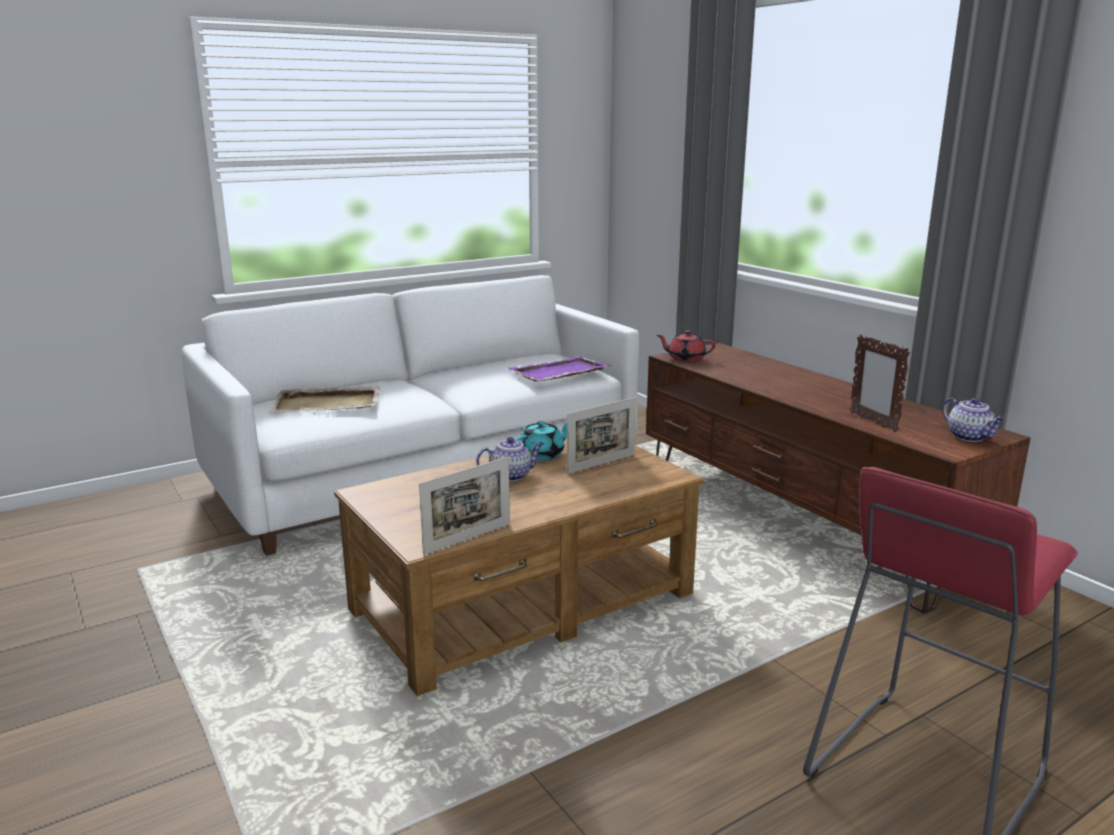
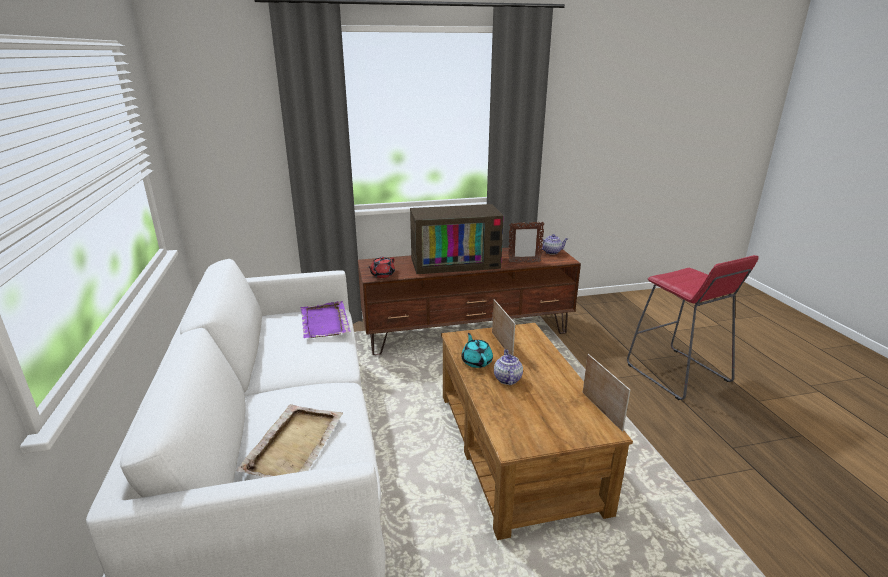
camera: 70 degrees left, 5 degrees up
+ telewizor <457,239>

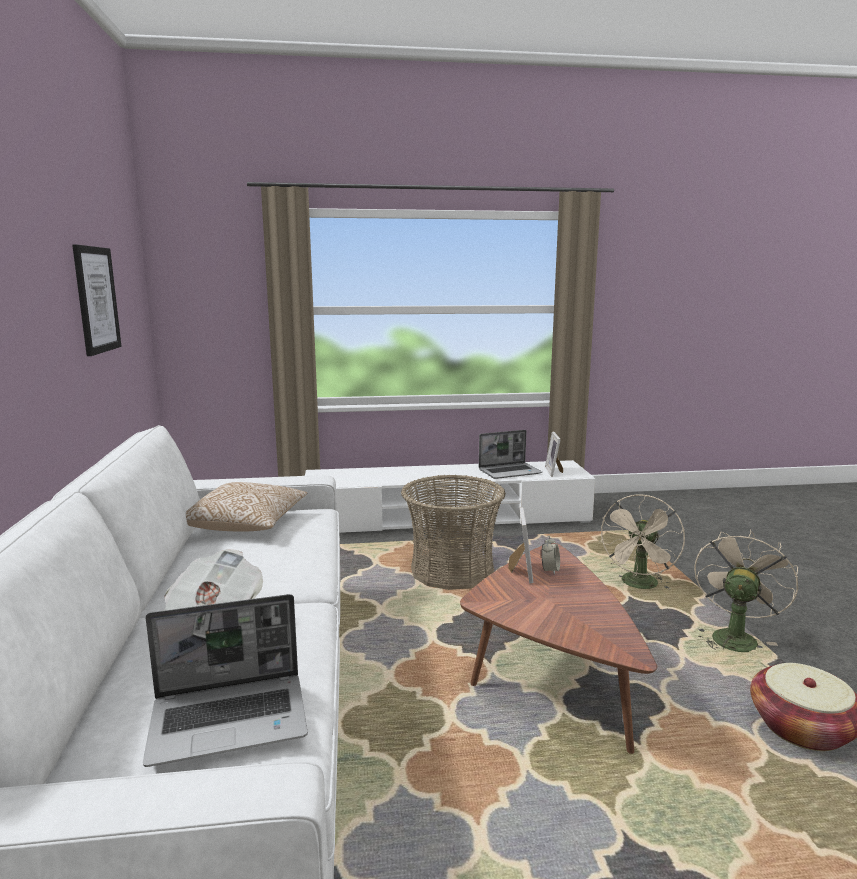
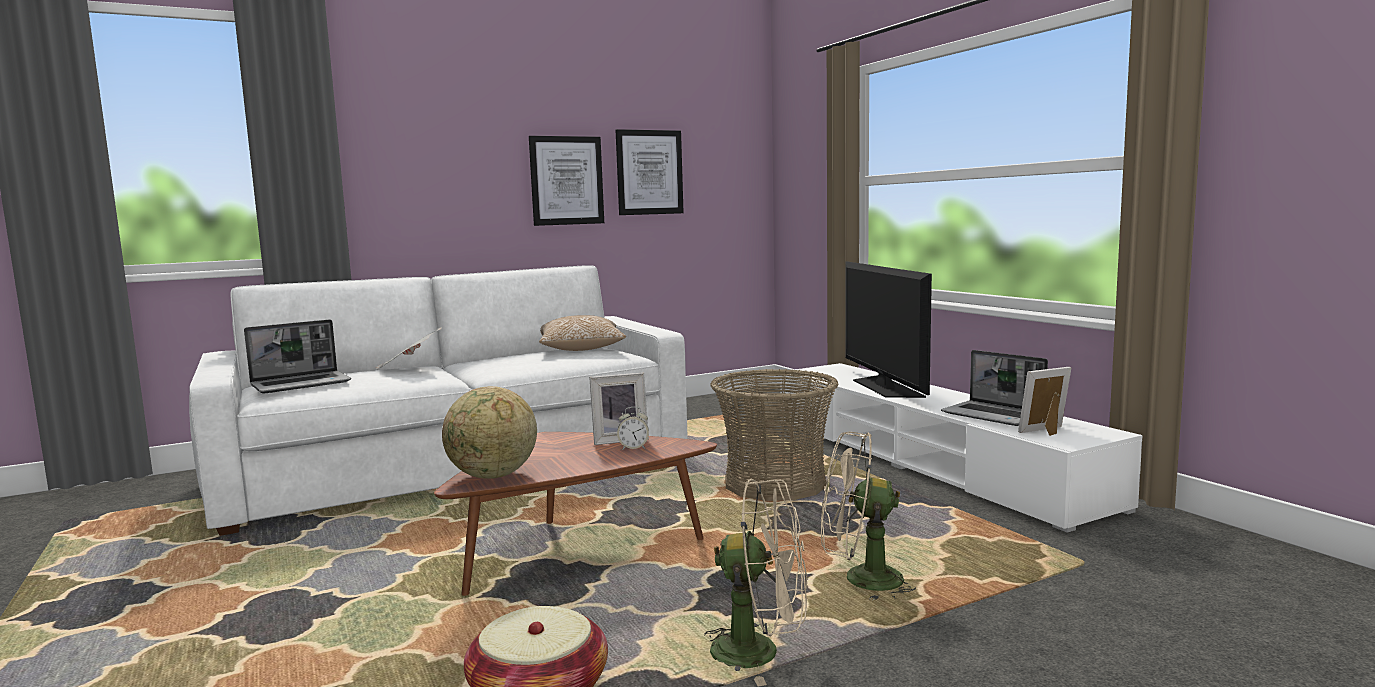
camera: 70 degrees right, 5 degrees down
~ laptop <225,680> = <297,356> 90 degrees counterclockwise
+ globus <489,432>
+ obraz <566,181>
+ telewizor <888,329>

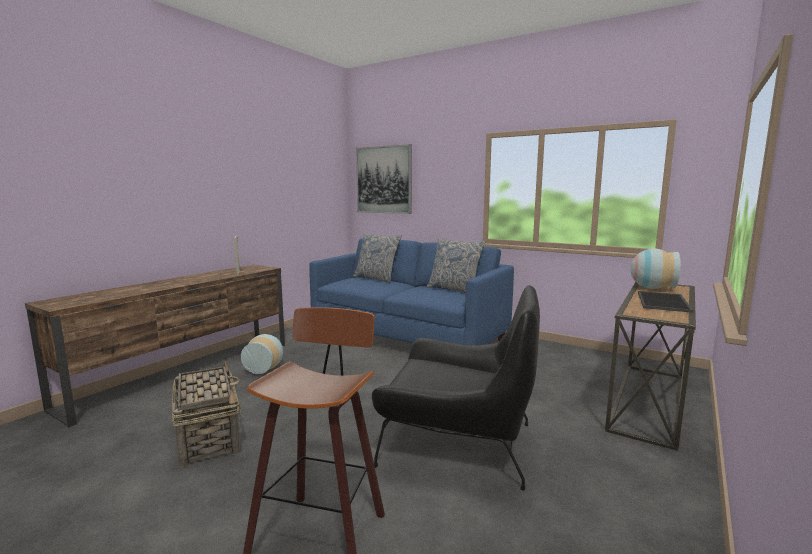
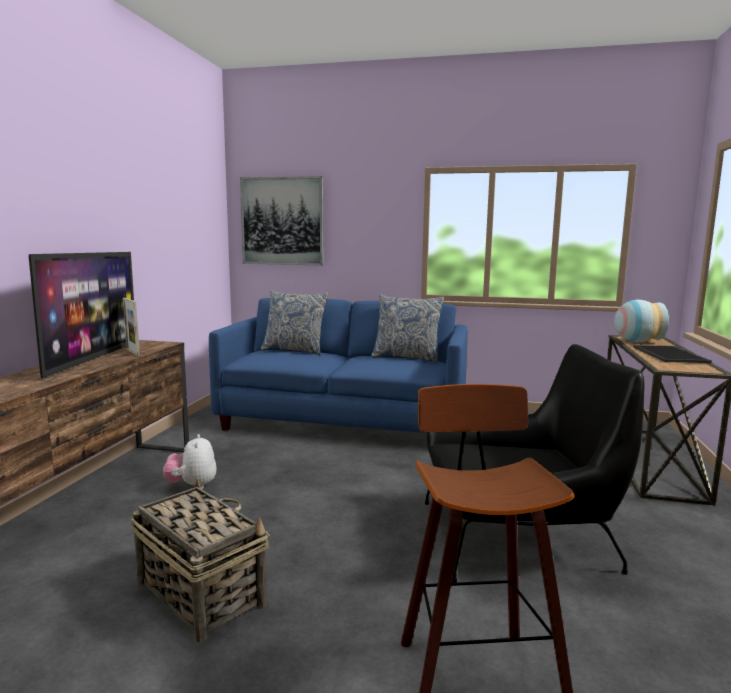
camera: 20 degrees left, 0 degrees up
+ telewizor <81,315>
~ wazon <262,354> to pluszak <189,461>

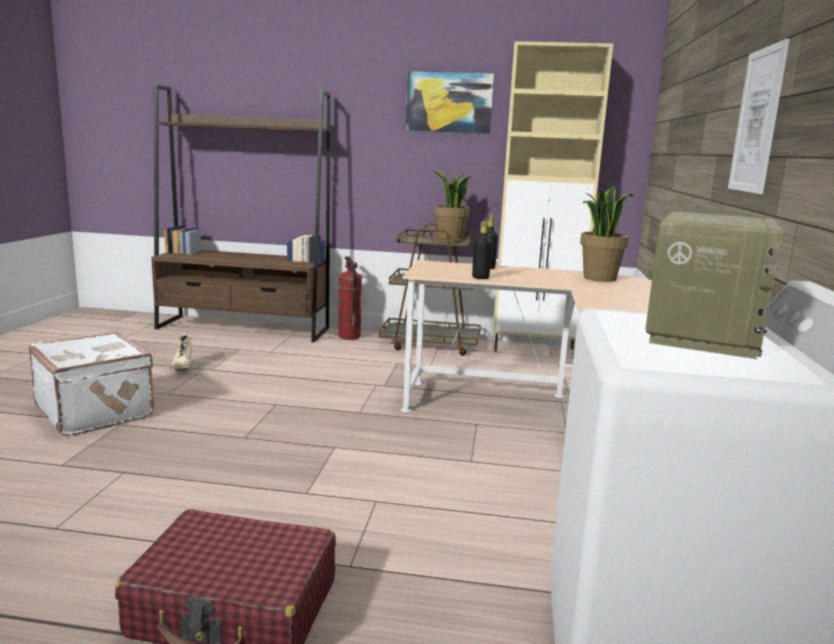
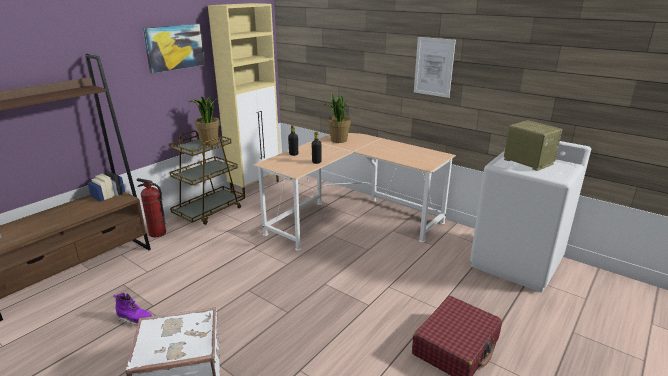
camera: 60 degrees left, 10 degrees up
~ but z cholewką/beżowy <183,352> to but z cholewką/fioletowy <132,309>

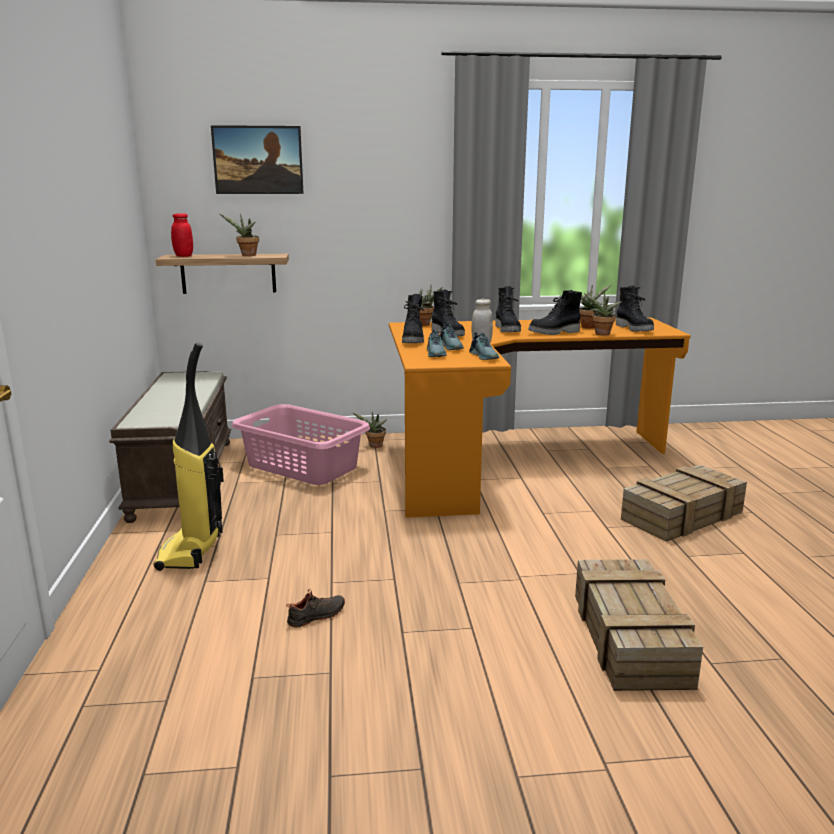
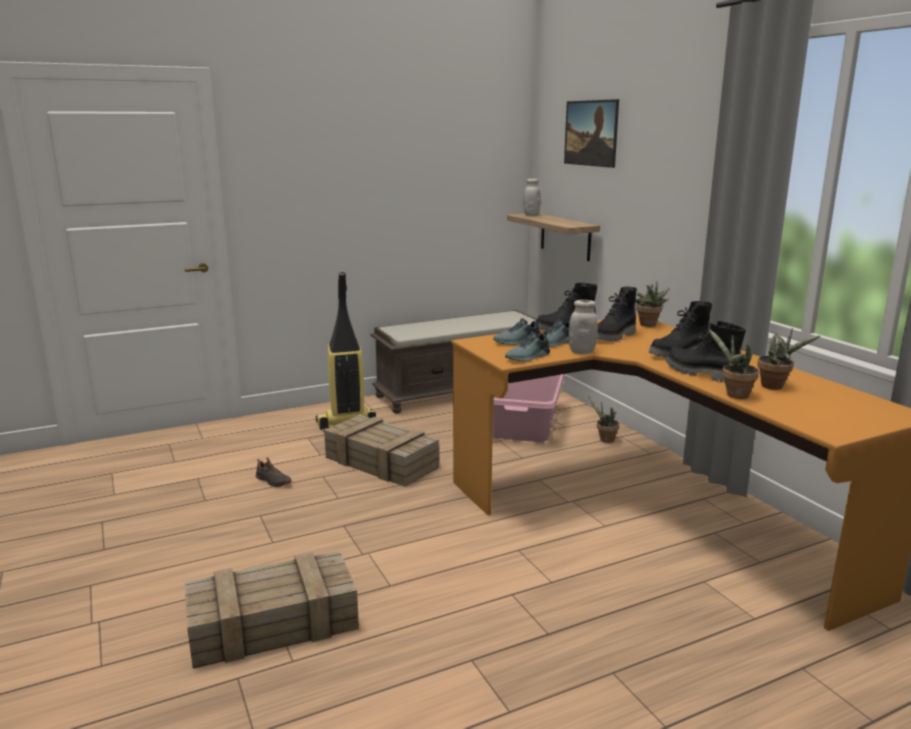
camera: 70 degrees right, 0 degrees up
~ skrzynka <684,503> to <381,451>
~ słoik/czerwony <182,235> to słoik/biały <532,197>
- roślina doniczkowa <239,234>
- but z cholewką/czarny <635,308>

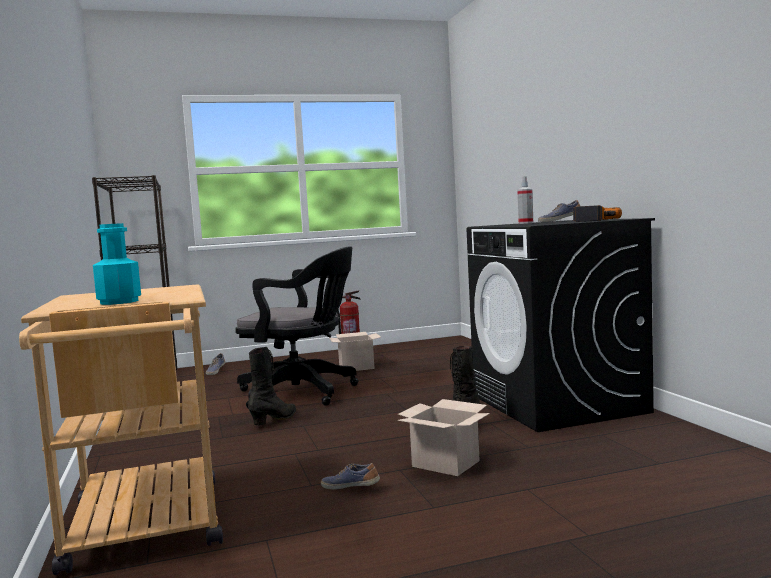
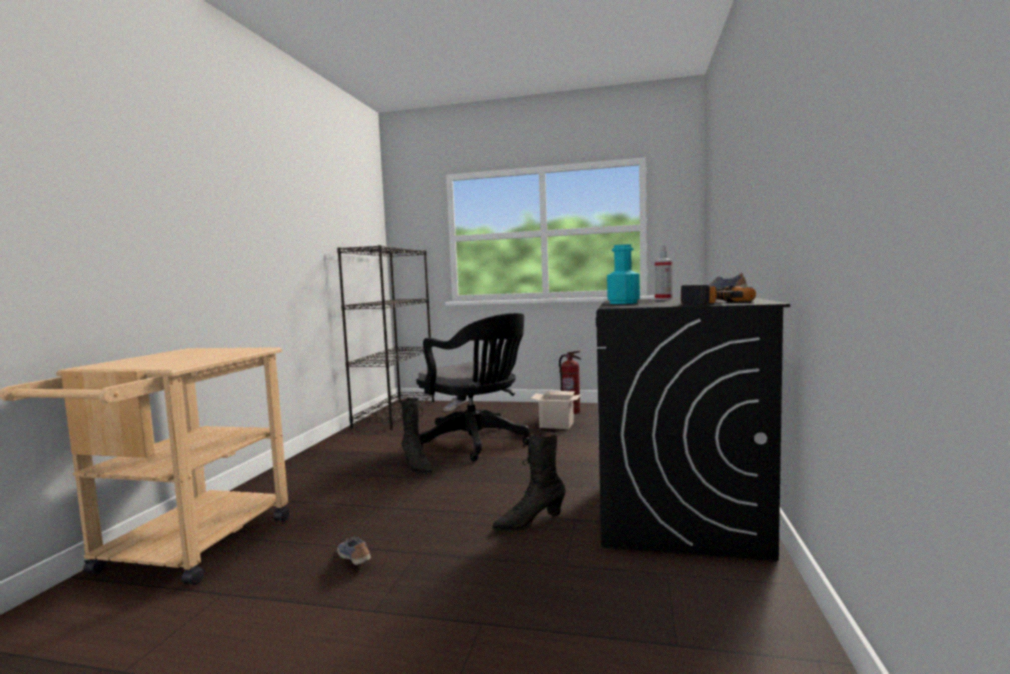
camera: 30 degrees right, 0 degrees up
~ but z cholewką/czarny <272,386> = <417,436> 90 degrees clockwise
~ butelka/turkusowy <117,264> to <623,274>
- karton <443,437>

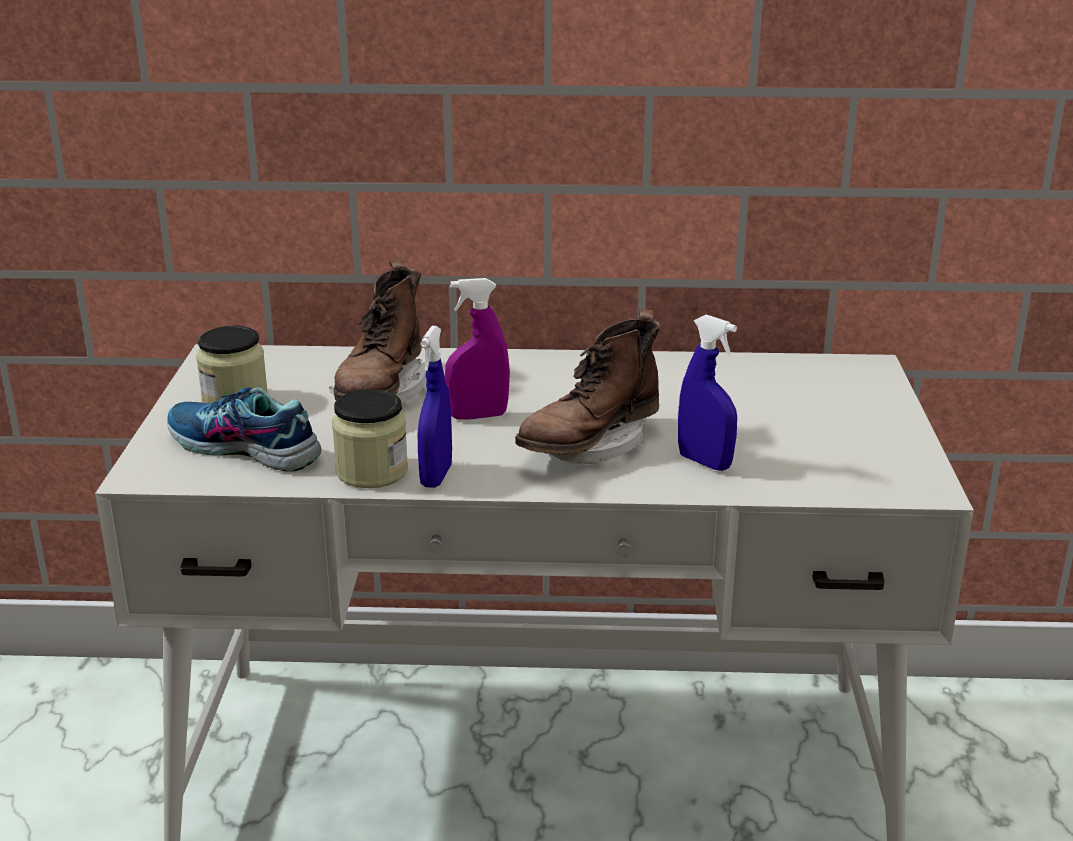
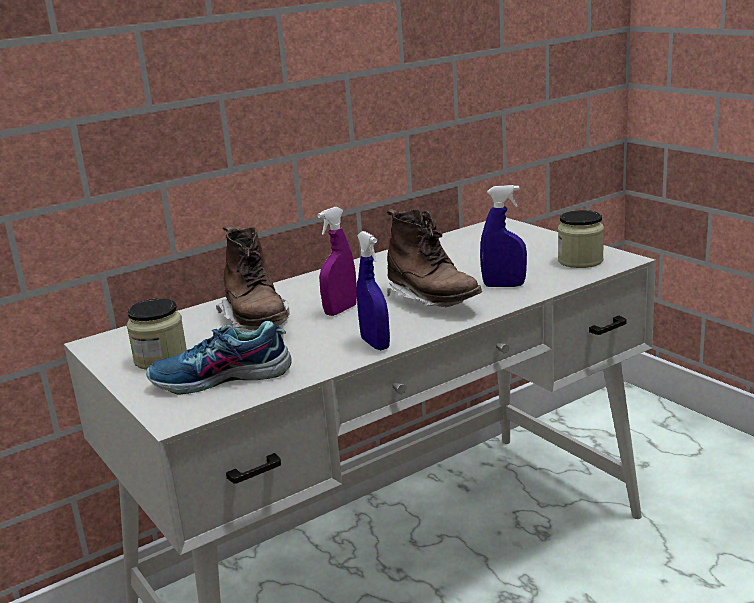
camera: 35 degrees left, 5 degrees down
~ but z cholewką/brązowy <588,386> = <434,258> 45 degrees counterclockwise
~ słoik <370,438> to <581,239>

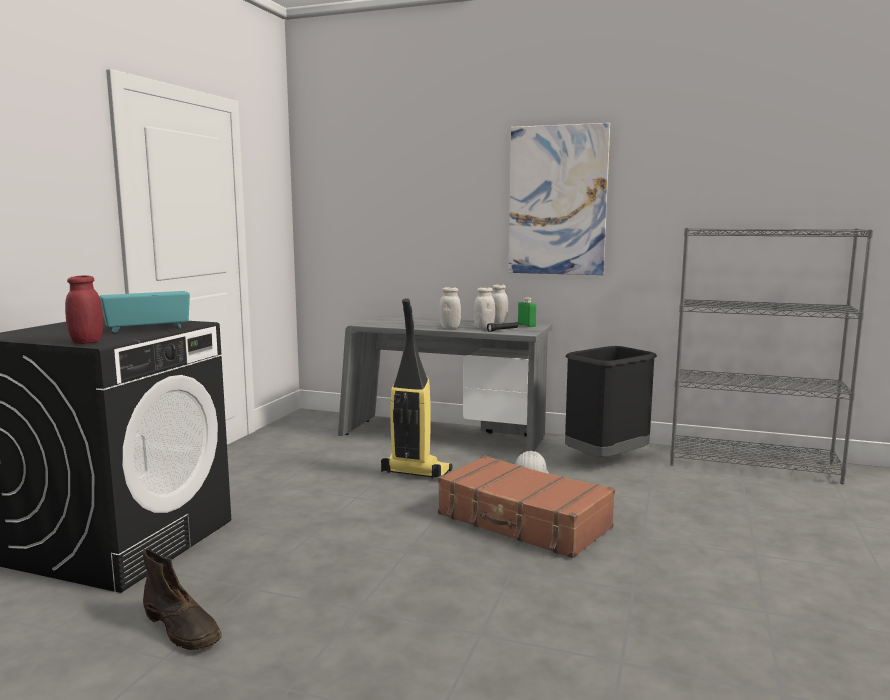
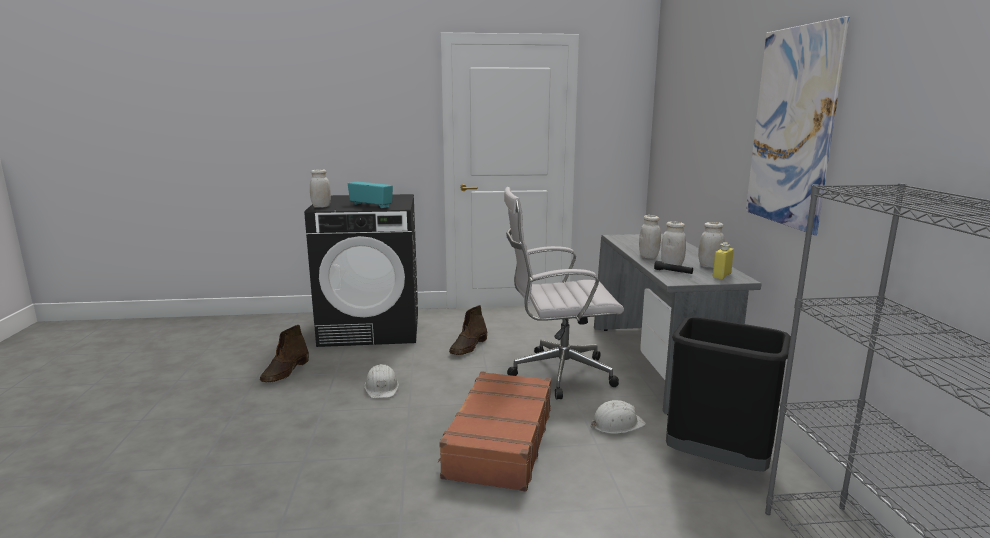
camera: 65 degrees right, 5 degrees up
~ słoik/czerwony <84,309> to słoik/biały <320,188>
+ kask/biały <381,381>
+ but z cholewką/brązowy <468,330>
~ odkurzacz <417,388> to krzesło biurowe/biały <564,293>
~ butelka/zielony <527,312> to butelka/żółty <723,260>

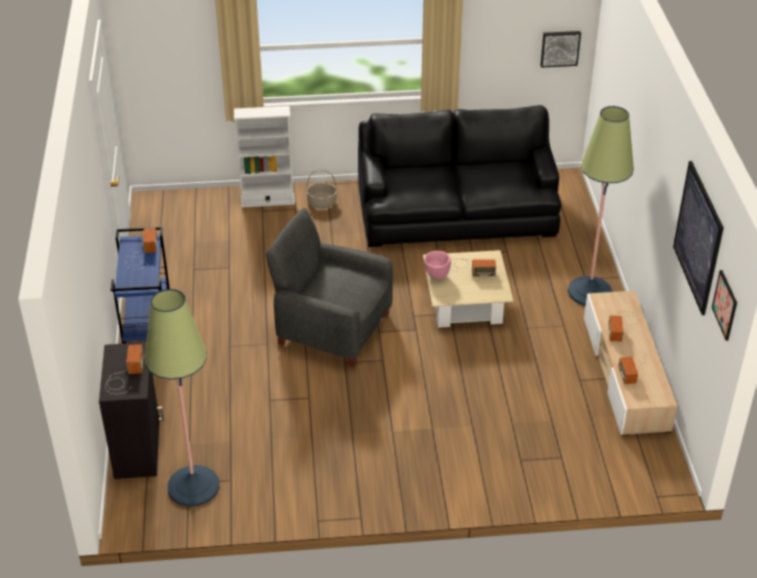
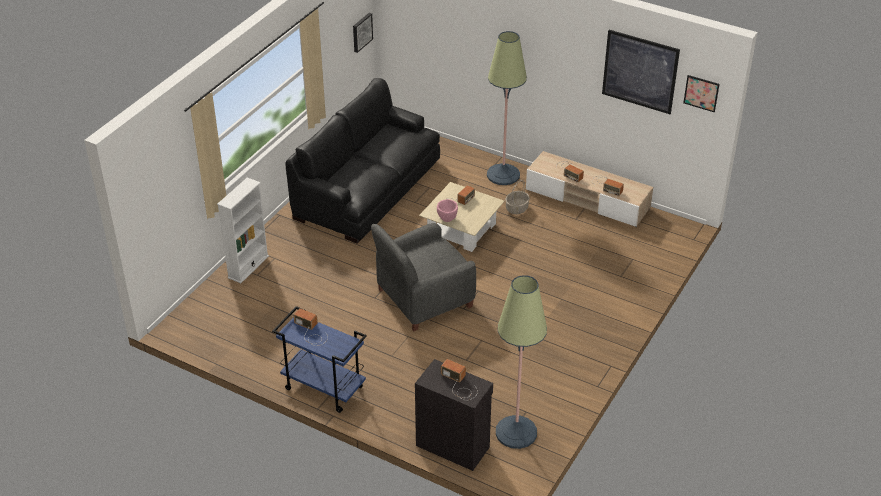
camera: 55 degrees left, 0 degrees up
~ koszyk <322,189> to <517,197>

